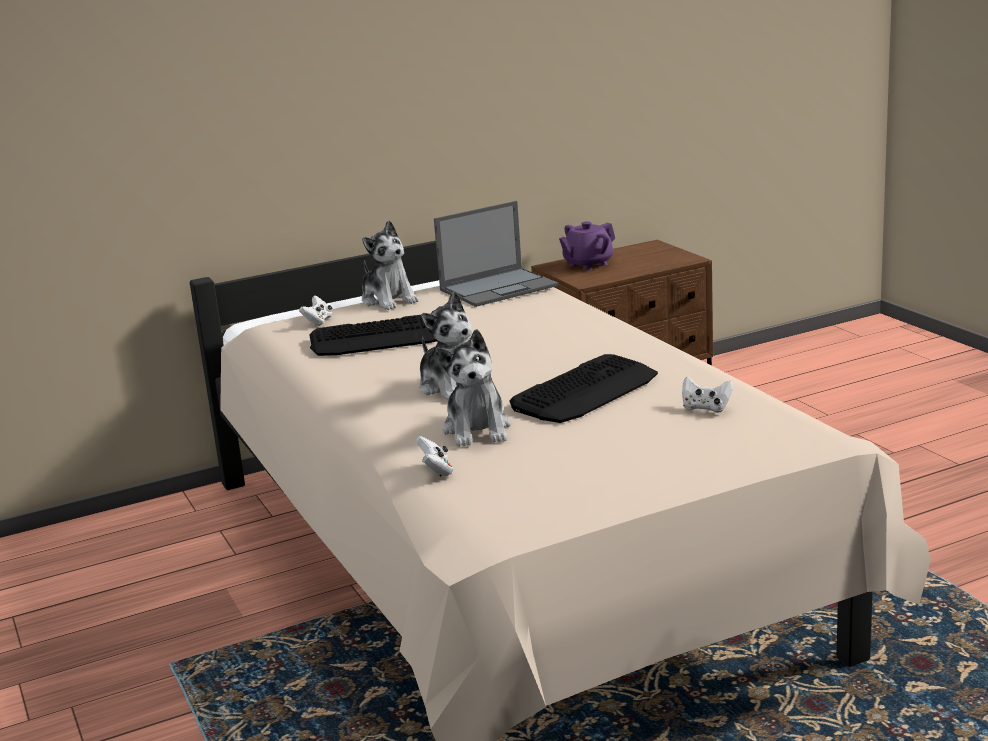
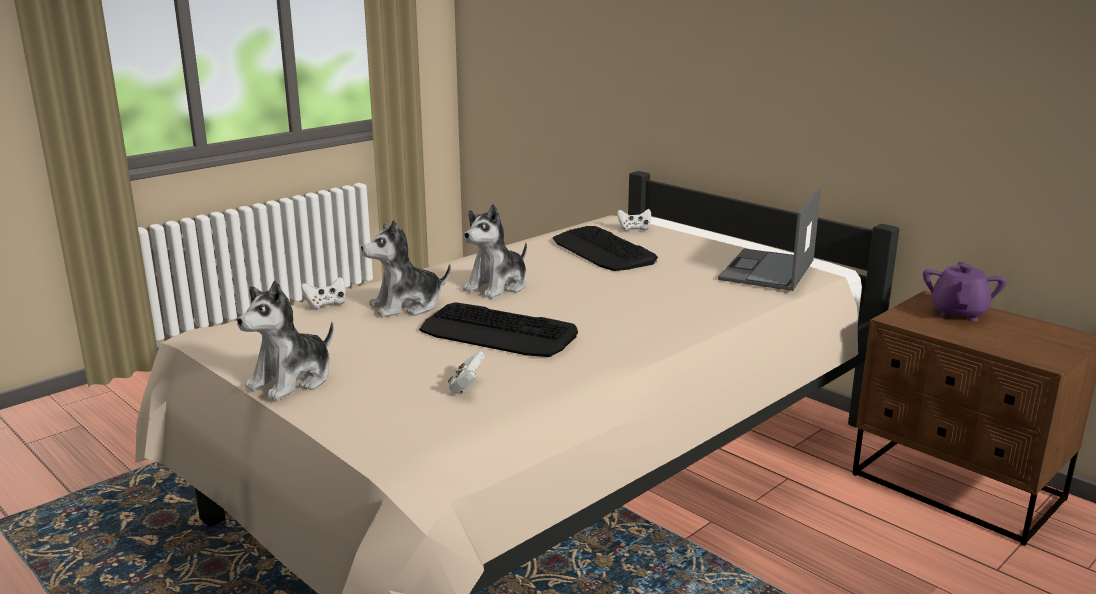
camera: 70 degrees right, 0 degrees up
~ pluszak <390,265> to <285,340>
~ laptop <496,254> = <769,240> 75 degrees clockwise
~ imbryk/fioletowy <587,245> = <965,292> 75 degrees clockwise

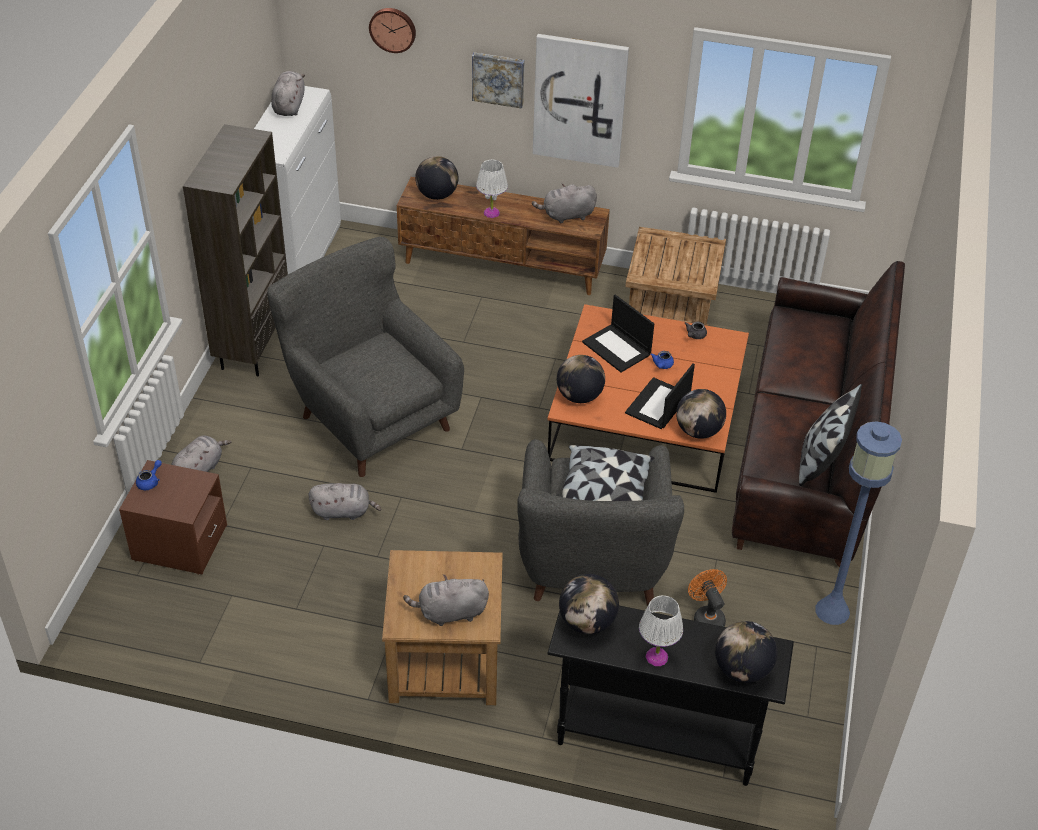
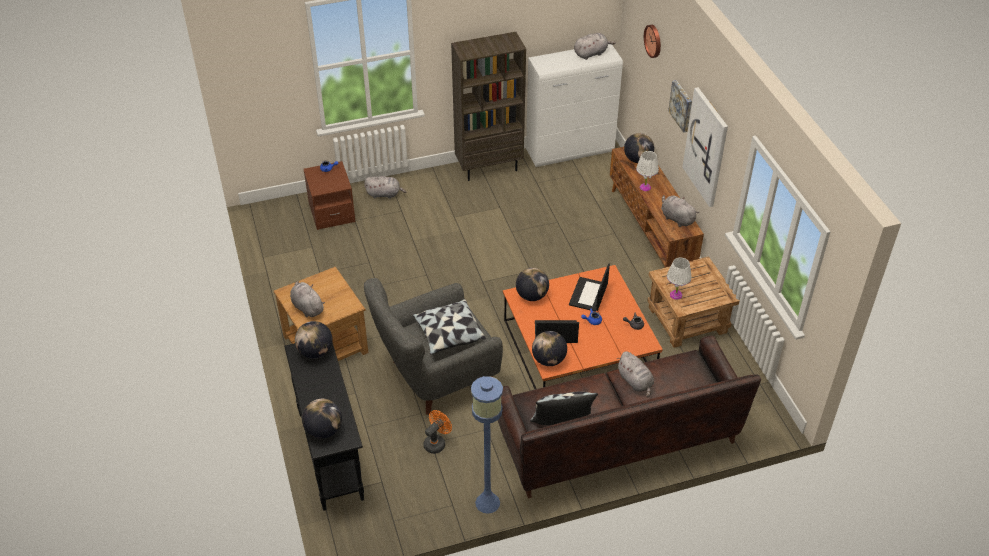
camera: 60 degrees right, 0 degrees up
~ pluszak/szary <345,501> to <635,374>
~ lampa stołowa/biały <661,630> to <679,278>
- fotel/szary <365,356>

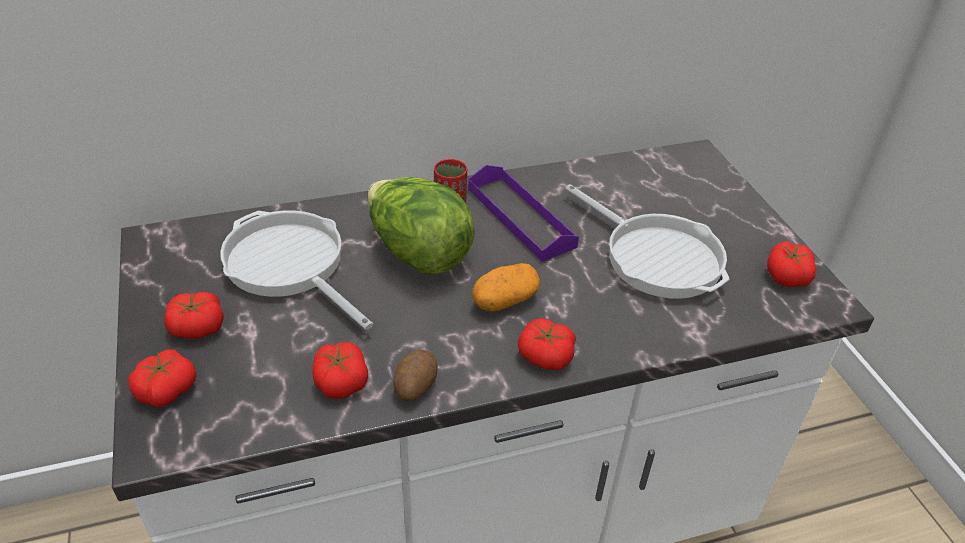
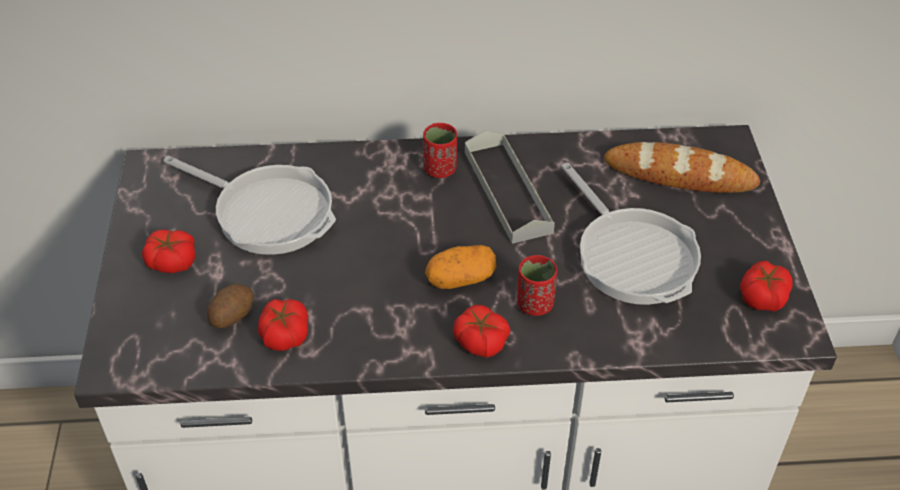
camera: 15 degrees right, 5 degrees up
~ patelnia <296,270> = <249,205> 150 degrees clockwise
~ ziemniak <415,375> to <230,306>
~ taca/fioletowy <523,213> to taca/szary <510,187>
+ filiżanka/czerwony <537,285>
+ chleb <682,167>
- pomidor <162,379>
- sałata <421,226>

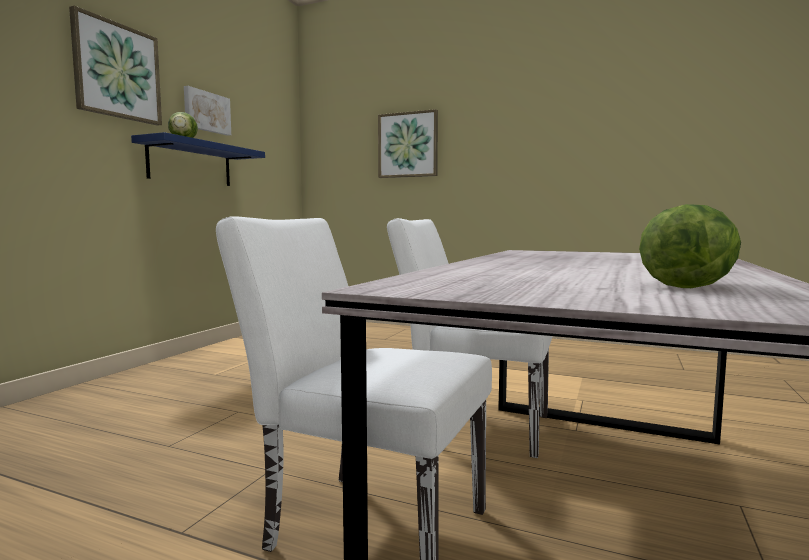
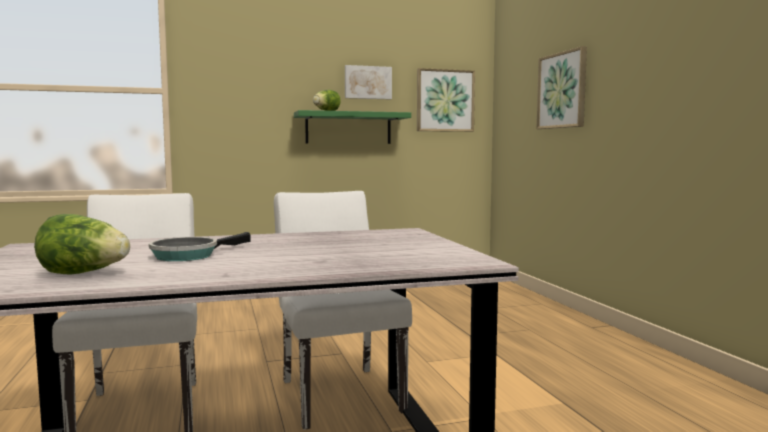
camera: 50 degrees right, 0 degrees up
+ patelnia <199,246>
~ półka/niebieski <198,159> to półka/zielony <352,127>
~ obraz <115,66> to <446,100>

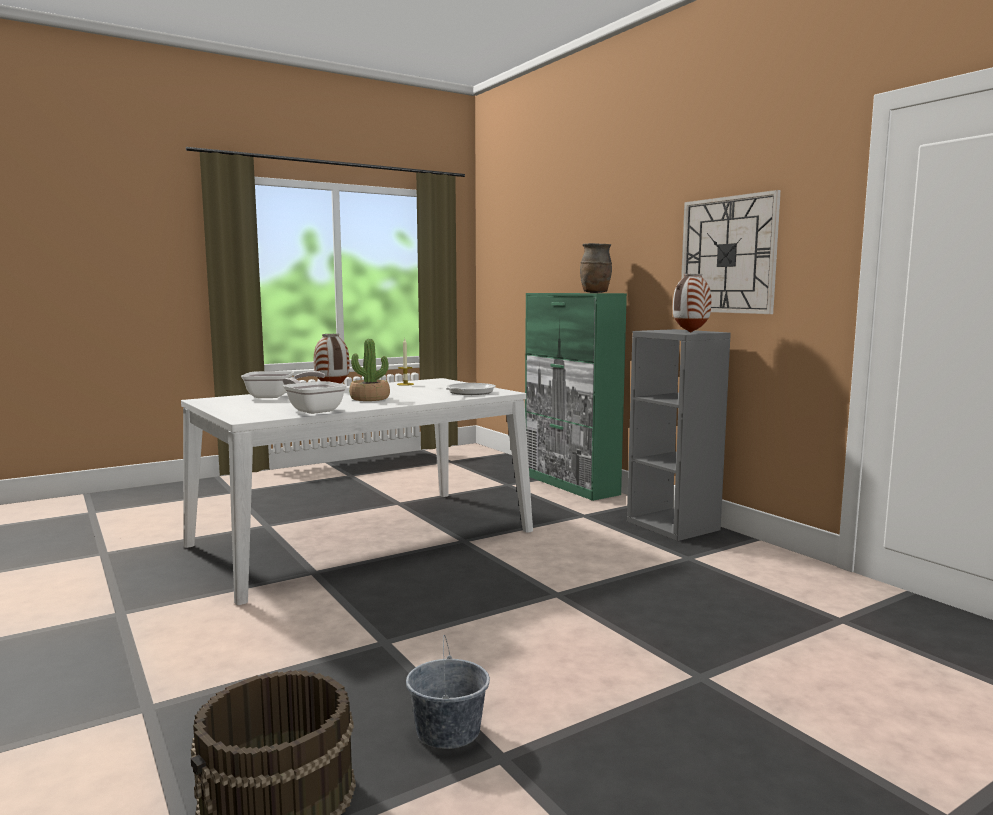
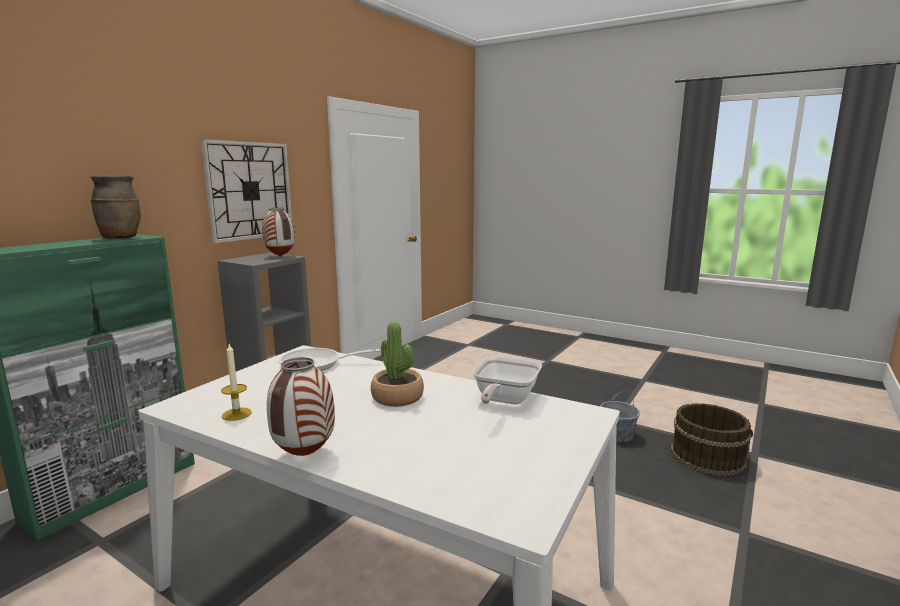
camera: 115 degrees left, 5 degrees up
- patelnia <283,384>

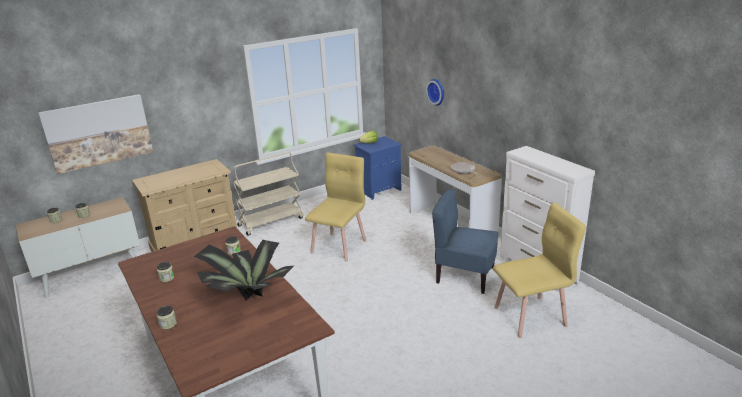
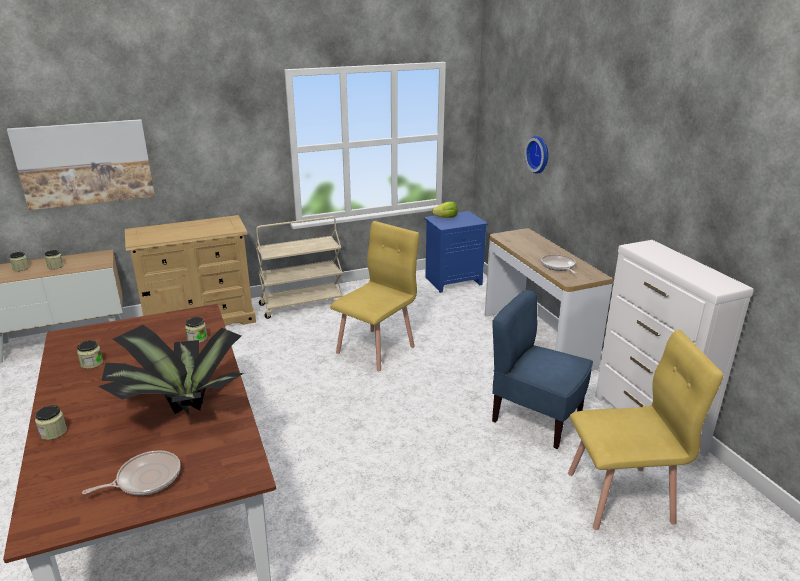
camera: 10 degrees right, 0 degrees up
+ patelnia <131,472>

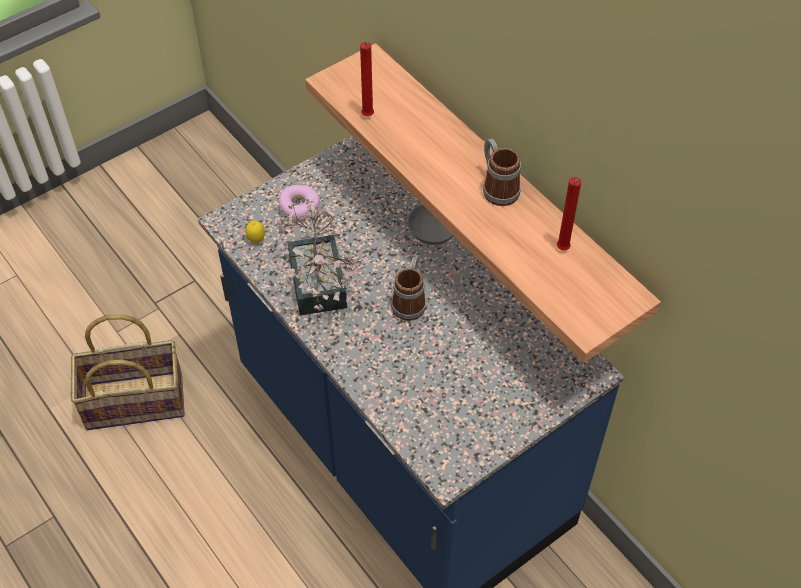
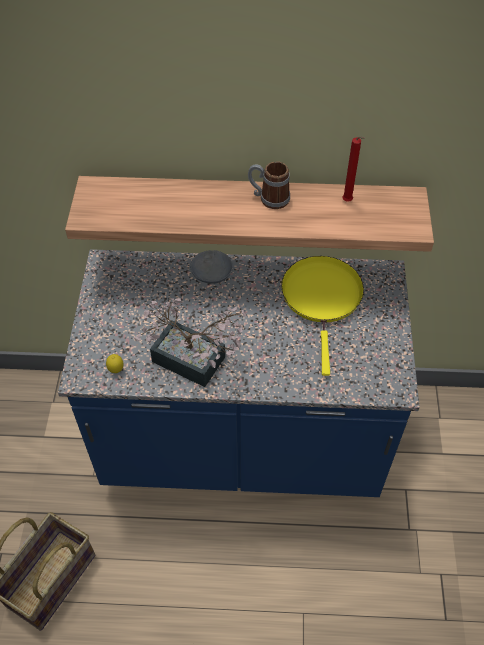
camera: 50 degrees left, 0 degrees up
+ patelnia/żółty <322,316>
- donut <299,202>
- świeca/czerwony <367,79>
- kubek <408,289>

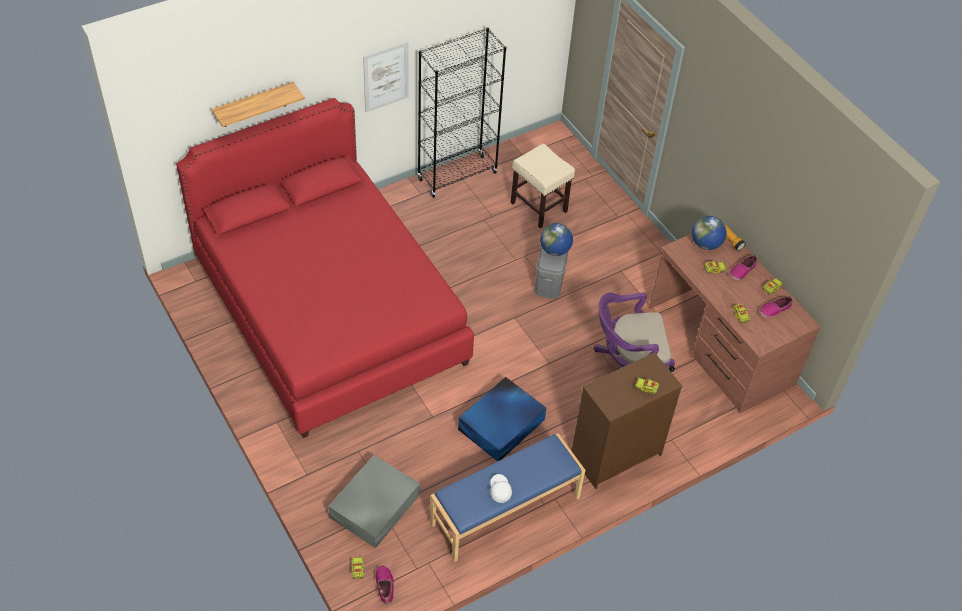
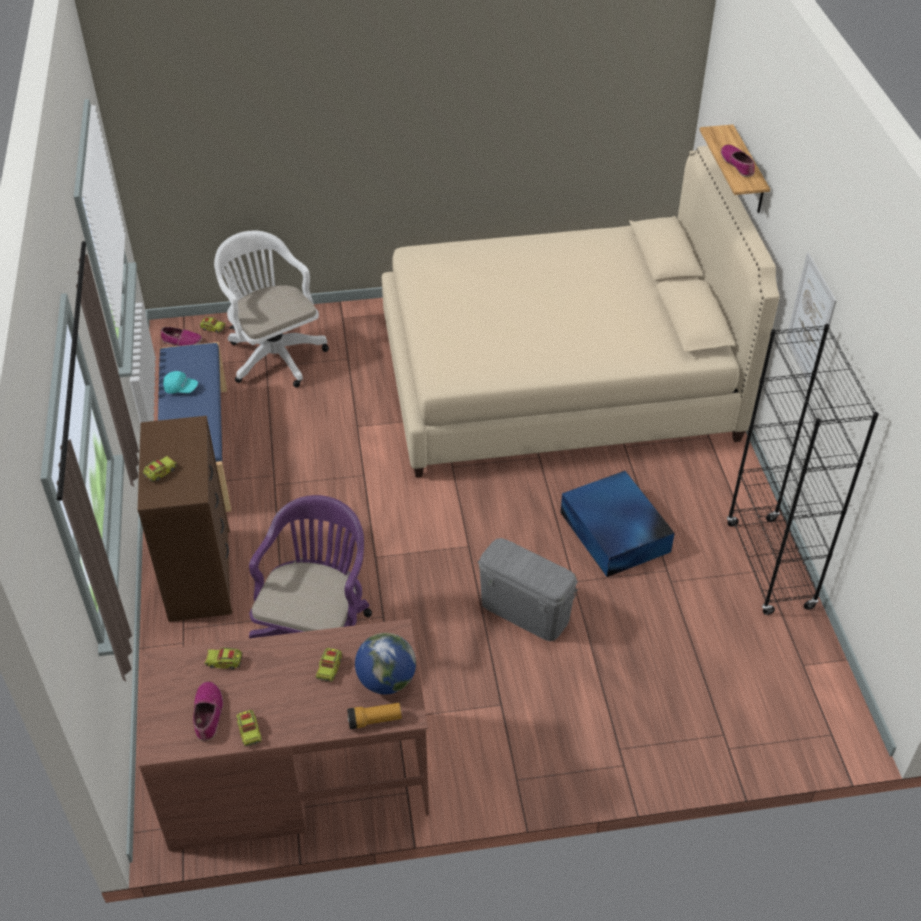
camera: 115 degrees right, 5 degrees down
~ czapka z daszkiem/biały <501,488> to czapka z daszkiem/turkusowy <180,382>
~ pojemnik do przechowywania/szary <374,501> to krzesło biurowe/biały <271,309>
~ łóżko/czerwony <325,268> to łóżko/beżowy <581,311>
~ pojemnik do przechowywania/niebieski <502,419> to <617,524>
~ but <743,267> to <738,161>
- stołek/beżowy <543,186>
- globus <556,239>

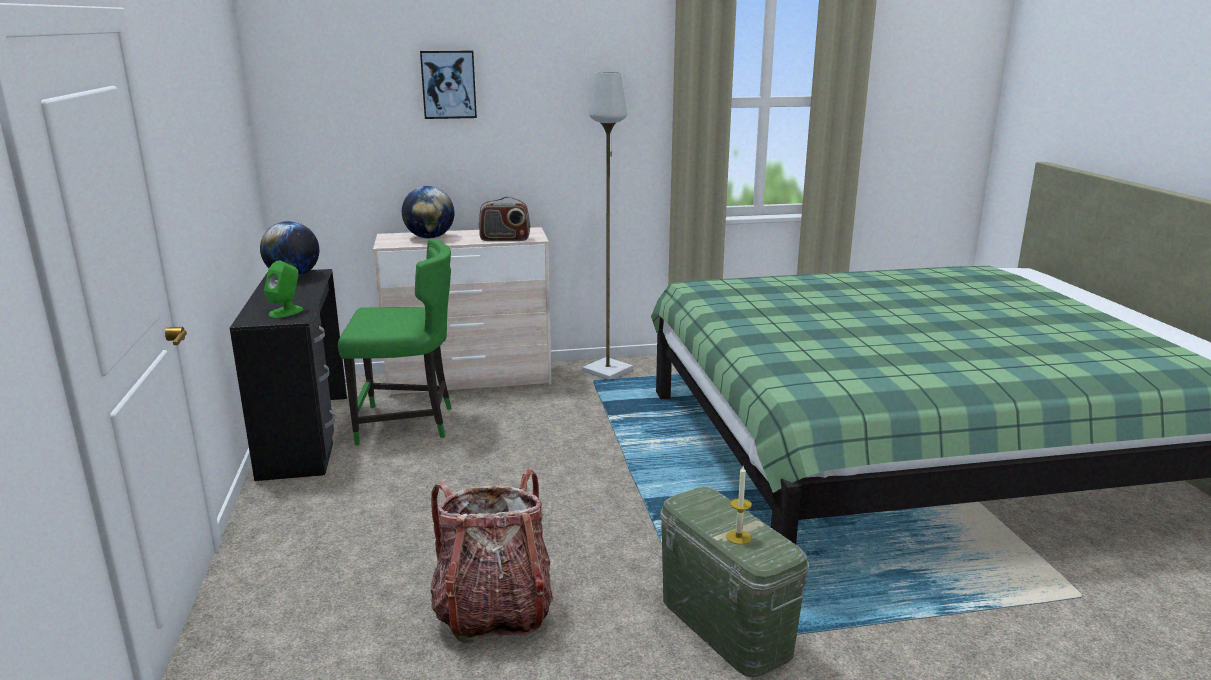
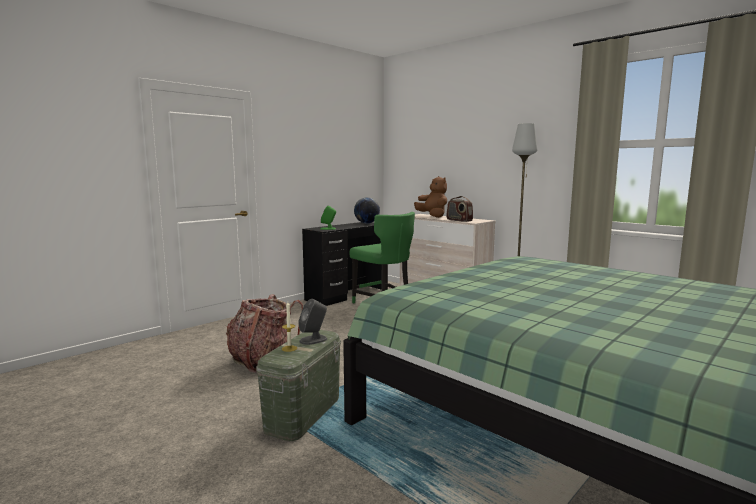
camera: 55 degrees right, 10 degrees down
+ głośnik/szary <312,322>
~ globus <428,212> to pluszak/brązowy <430,197>
- obraz <448,85>

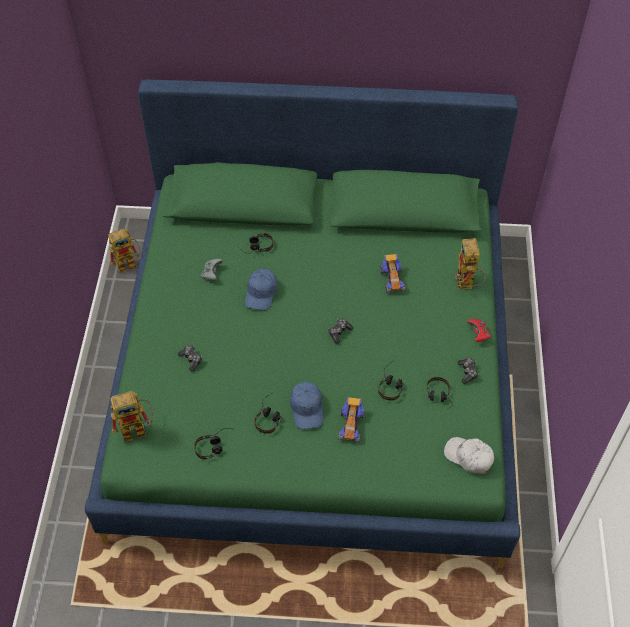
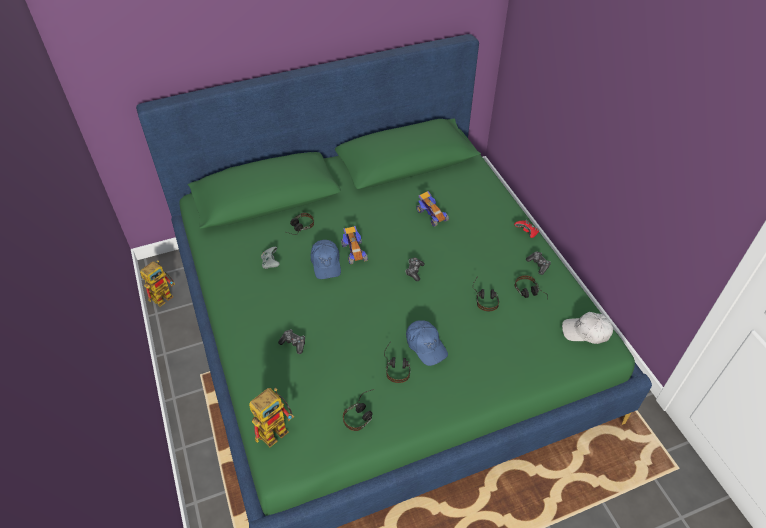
camera: 25 degrees left, 5 degrees down
~ samochodzik <351,420> to <354,245>
- robot zabawkowy <470,264>

